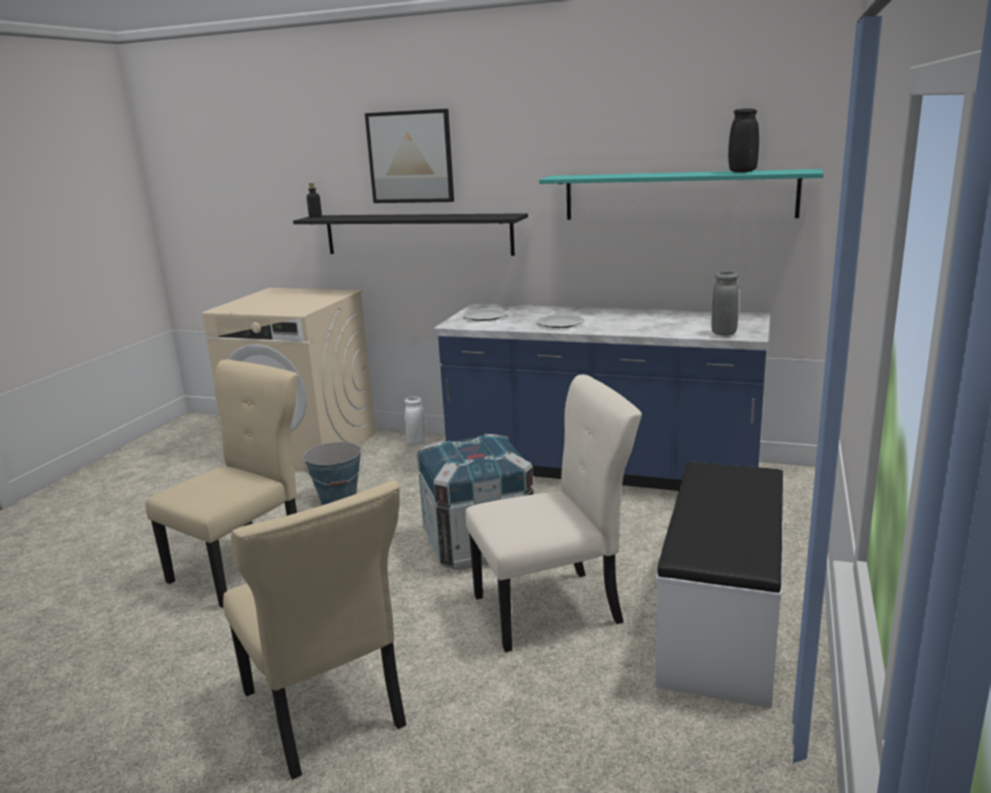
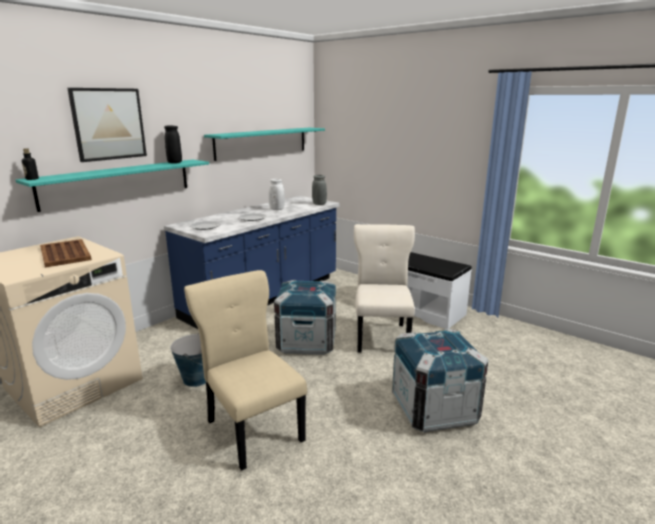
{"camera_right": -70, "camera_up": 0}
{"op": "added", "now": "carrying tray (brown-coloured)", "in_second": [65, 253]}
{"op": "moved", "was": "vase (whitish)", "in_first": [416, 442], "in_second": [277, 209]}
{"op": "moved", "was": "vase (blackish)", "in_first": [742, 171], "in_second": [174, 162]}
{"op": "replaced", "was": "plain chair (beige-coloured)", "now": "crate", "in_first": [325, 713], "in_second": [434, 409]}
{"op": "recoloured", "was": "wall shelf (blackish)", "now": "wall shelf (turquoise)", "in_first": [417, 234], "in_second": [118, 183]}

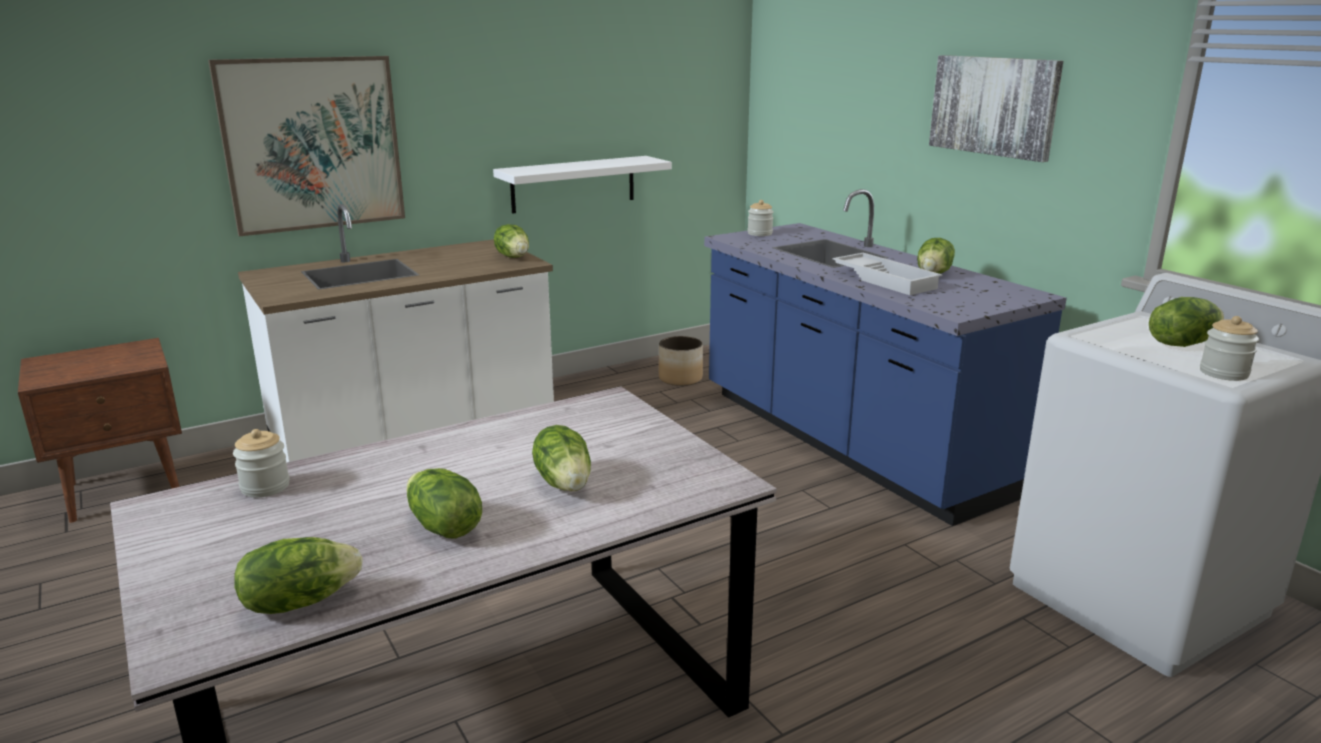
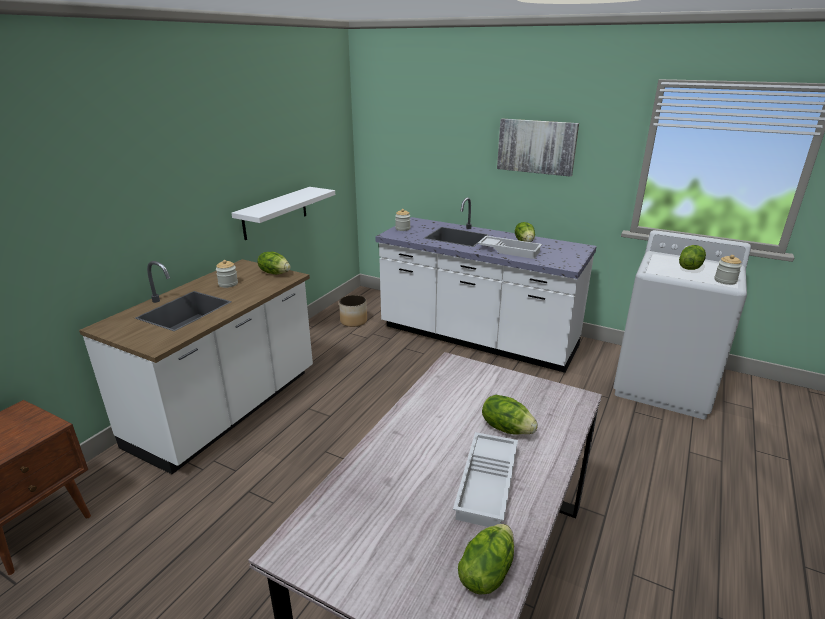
{"camera_right": -30, "camera_up": 5}
{"op": "removed", "was": "picture", "in_first": [313, 144]}
{"op": "moved", "was": "storage jar", "in_first": [265, 487], "in_second": [228, 284]}
{"op": "replaced", "was": "lettuce head", "now": "carrying tray (whitish)", "in_first": [443, 527], "in_second": [488, 484]}
{"op": "recoloured", "was": "kitchen base unit (bluish)", "now": "kitchen base unit (whitish)", "in_first": [848, 442], "in_second": [477, 338]}

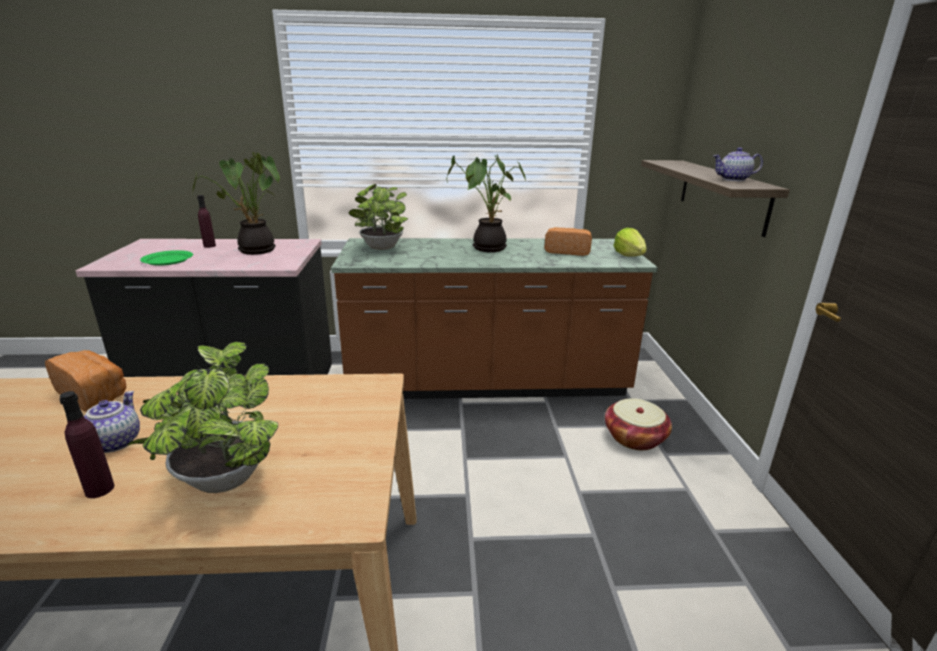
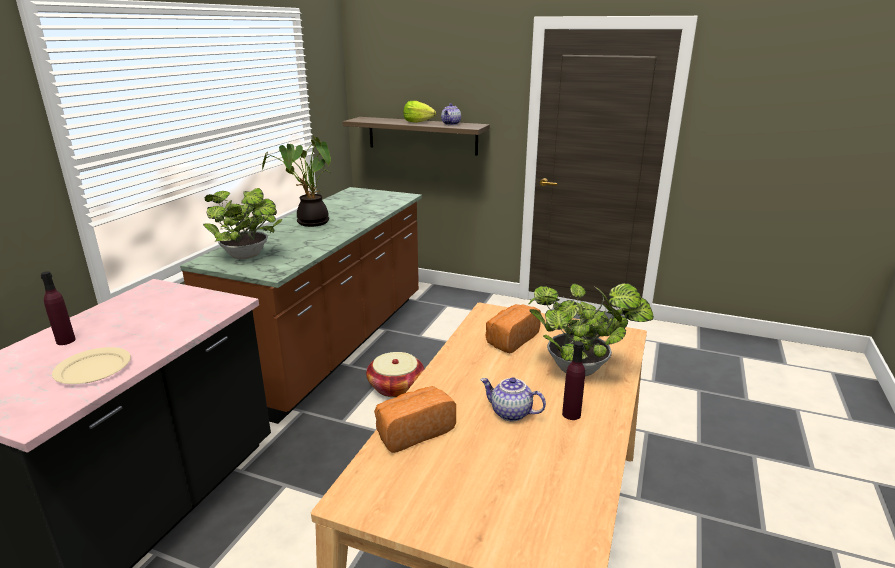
{"camera_right": -65, "camera_up": 0}
{"op": "removed", "was": "plant in a pot", "in_first": [254, 251]}
{"op": "moved", "was": "baked bread", "in_first": [567, 251], "in_second": [510, 339]}
{"op": "moved", "was": "household basket", "in_first": [634, 437], "in_second": [395, 387]}
{"op": "moved", "was": "lettuce head", "in_first": [629, 256], "in_second": [418, 122]}
{"op": "recoloured", "was": "plate (green)", "now": "plate (beige-coloured)", "in_first": [167, 260], "in_second": [92, 369]}

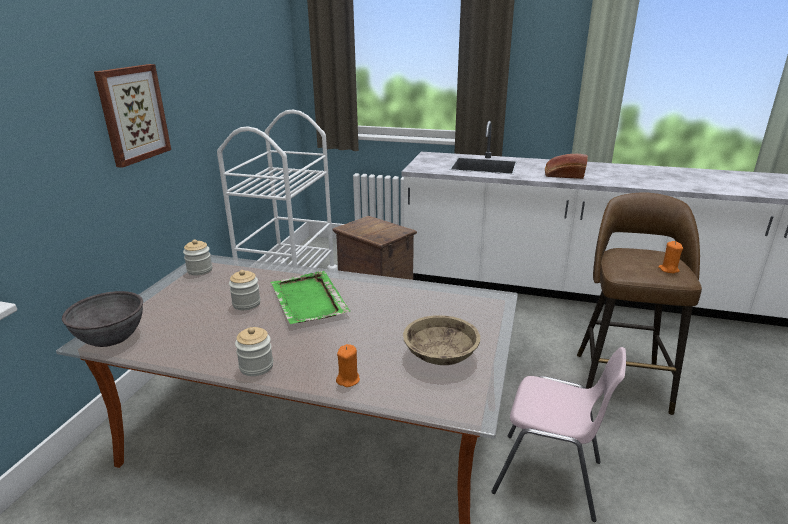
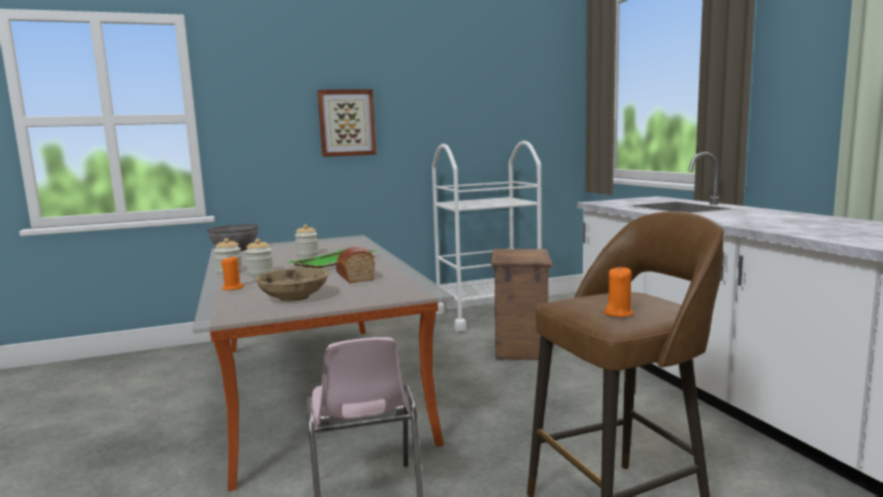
{"camera_right": 55, "camera_up": -15}
{"op": "moved", "was": "storage jar", "in_first": [200, 270], "in_second": [260, 273]}
{"op": "moved", "was": "baked bread", "in_first": [563, 175], "in_second": [354, 276]}

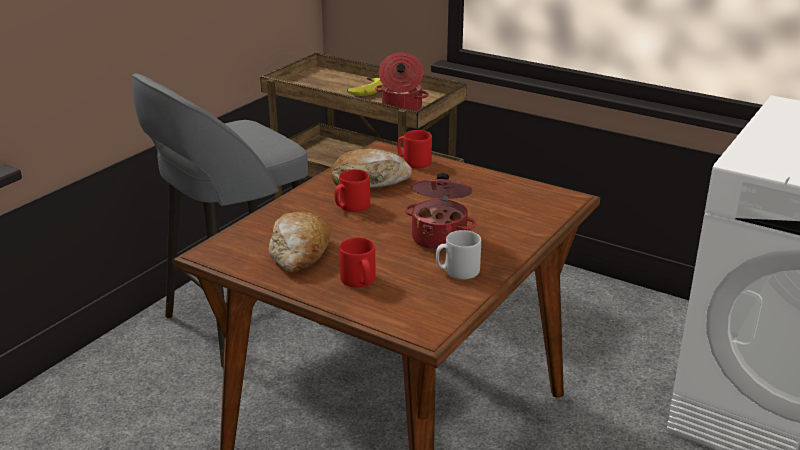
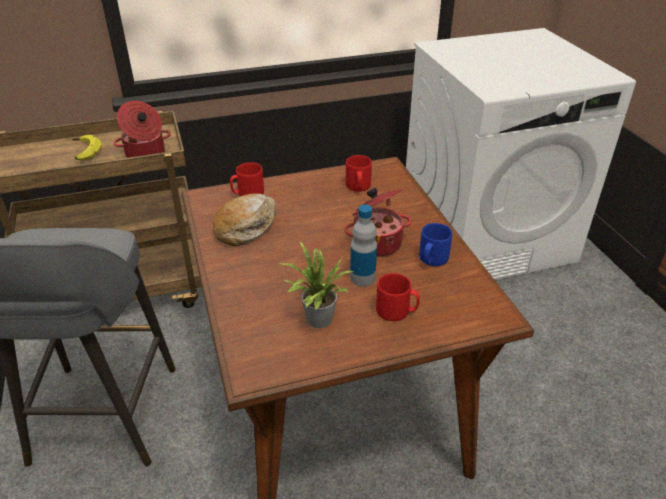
{"camera_right": -50, "camera_up": 10}
{"op": "added", "now": "drink bottle", "in_second": [362, 278]}
{"op": "moved", "was": "coffee mug (reddish)", "in_first": [351, 206], "in_second": [358, 187]}
{"op": "replaced", "was": "baked bread", "now": "plant in a pot", "in_first": [299, 253], "in_second": [316, 320]}
{"op": "recoloured", "was": "coffee mug (gray)", "now": "coffee mug (bluish)", "in_first": [457, 271], "in_second": [432, 259]}

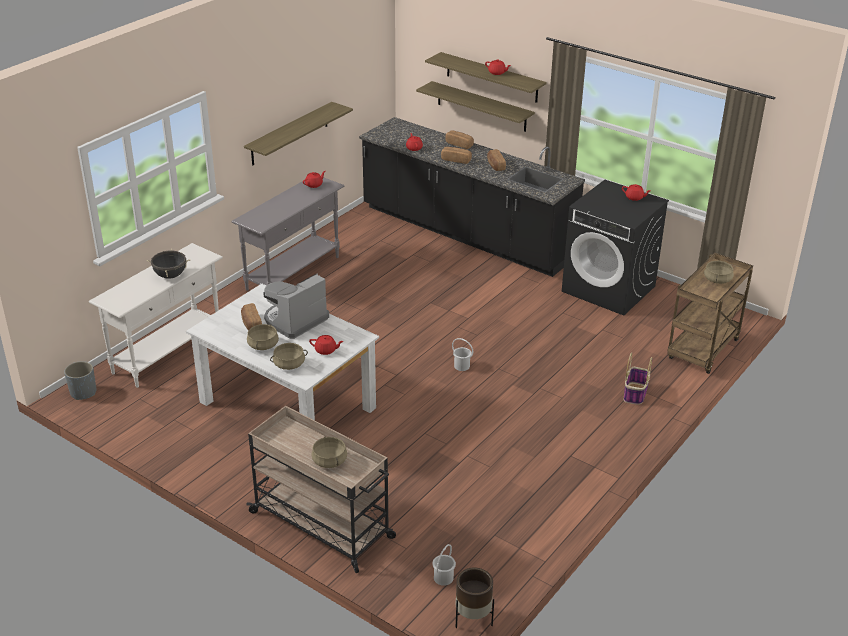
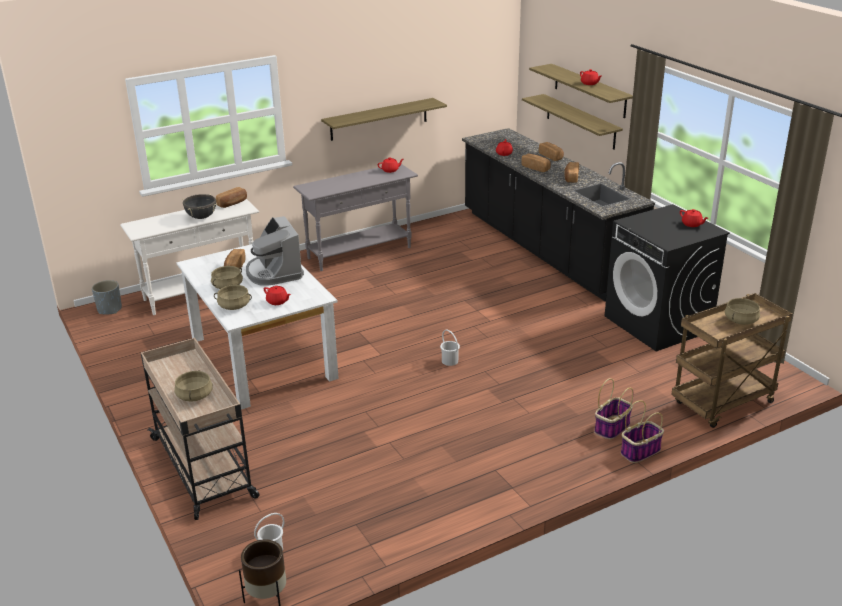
{"camera_right": 25, "camera_up": -5}
{"op": "added", "now": "baked bread", "in_second": [232, 203]}
{"op": "added", "now": "household basket", "in_second": [640, 451]}
{"op": "turned", "was": "coffee maker", "in_first": [295, 320], "in_second": [274, 272], "clockwise": -90}

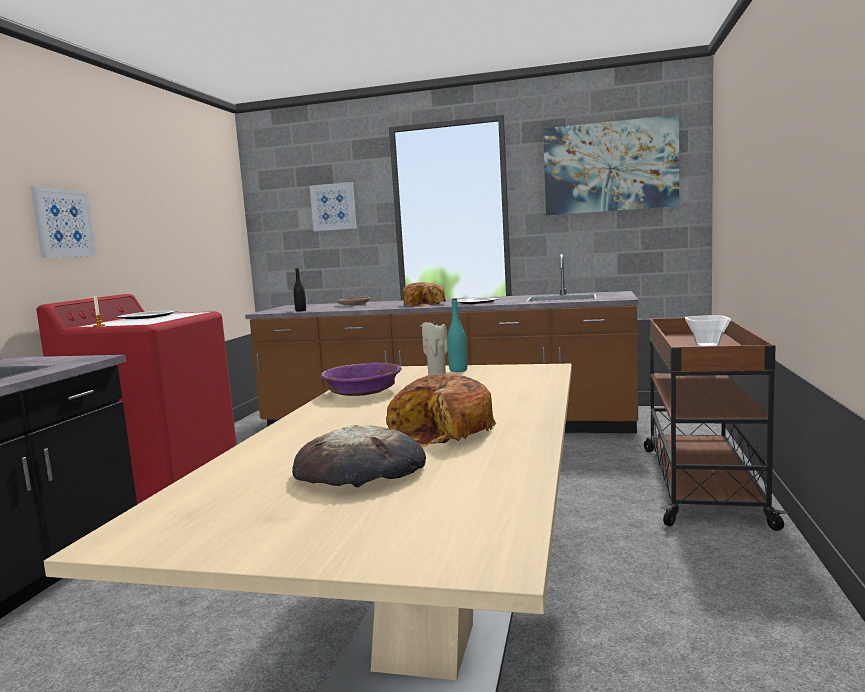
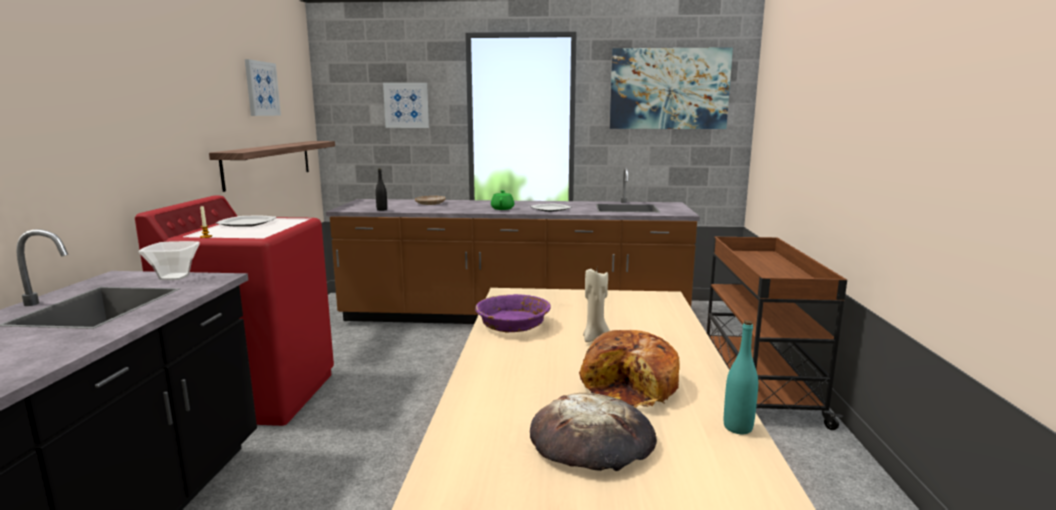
{"camera_right": -10, "camera_up": 5}
{"op": "added", "now": "wall shelf", "in_second": [269, 163]}
{"op": "moved", "was": "picture", "in_first": [63, 223], "in_second": [261, 88]}
{"op": "moved", "was": "drink bottle (turquoise)", "in_first": [458, 370], "in_second": [738, 427]}
{"op": "moved", "was": "deep dish", "in_first": [706, 345], "in_second": [174, 277]}
{"op": "replaced", "was": "baked bread", "now": "teapot (green)", "in_first": [425, 304], "in_second": [502, 208]}

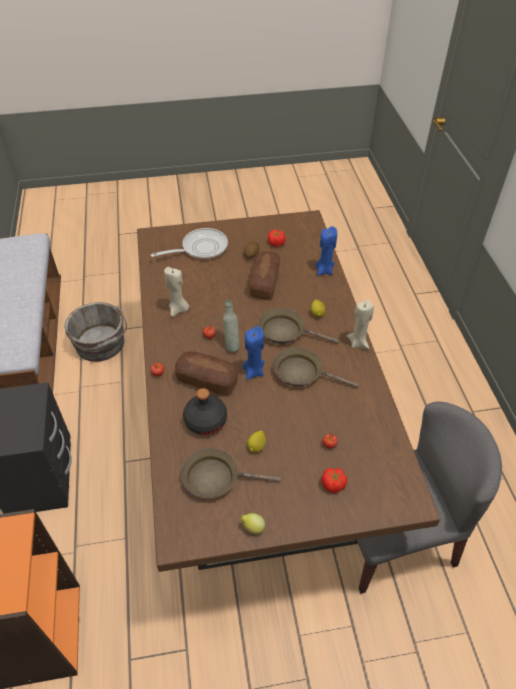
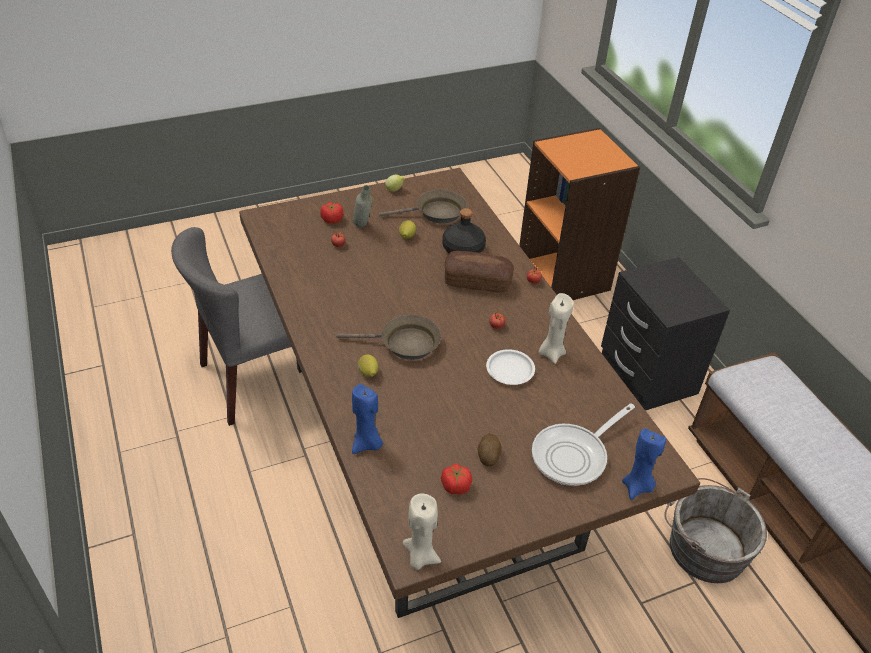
{"camera_right": 165, "camera_up": -5}
{"op": "removed", "was": "baked bread", "in_first": [264, 283]}
{"op": "removed", "was": "pan (brown-coloured)", "in_first": [302, 373]}
{"op": "added", "now": "plate (whitish)", "in_second": [509, 370]}
{"op": "moved", "was": "drink bottle (gray)", "in_first": [231, 345], "in_second": [363, 228]}
{"op": "moved", "was": "wax candle (bluish)", "in_first": [253, 371], "in_second": [637, 487]}
{"op": "moved", "was": "wax candle (beige-coloured)", "in_first": [358, 343], "in_second": [420, 556]}

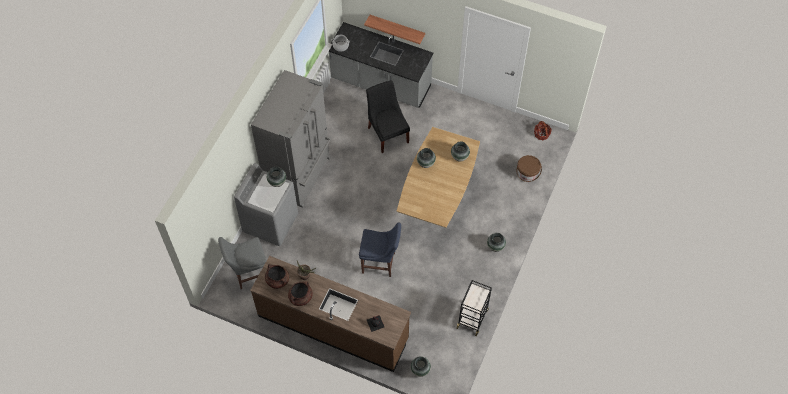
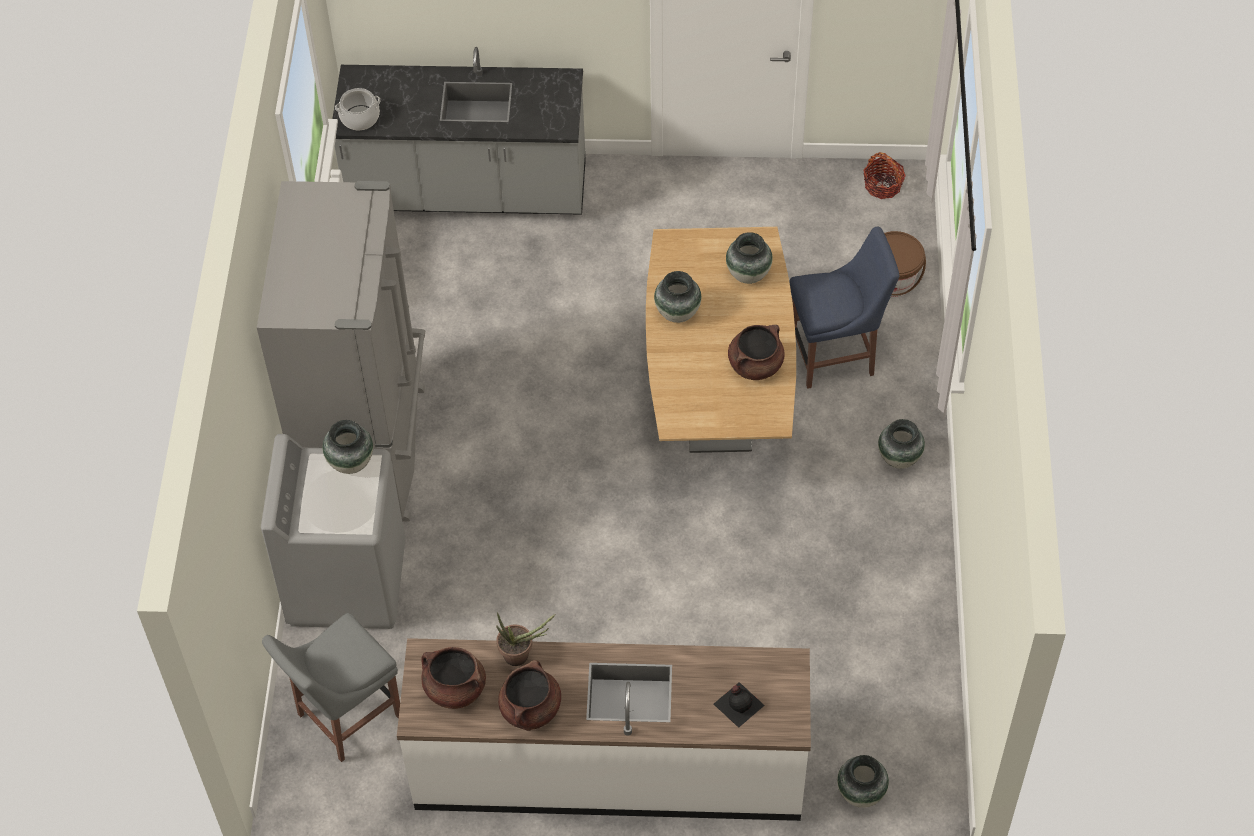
{"camera_right": -20, "camera_up": -5}
{"op": "removed", "was": "wall shelf", "in_first": [397, 28]}
{"op": "removed", "was": "plain chair (blackish)", "in_first": [387, 133]}
{"op": "removed", "was": "trolley (blackish)", "in_first": [472, 318]}
{"op": "added", "now": "stockpot (brown-coloured)", "in_second": [755, 365]}
{"op": "moved", "was": "plain chair (bluish)", "in_first": [380, 263], "in_second": [836, 356]}
{"op": "recoloured", "was": "kitchen base unit (brown-coloured)", "now": "kitchen base unit (whitish)", "in_first": [333, 327], "in_second": [609, 769]}

